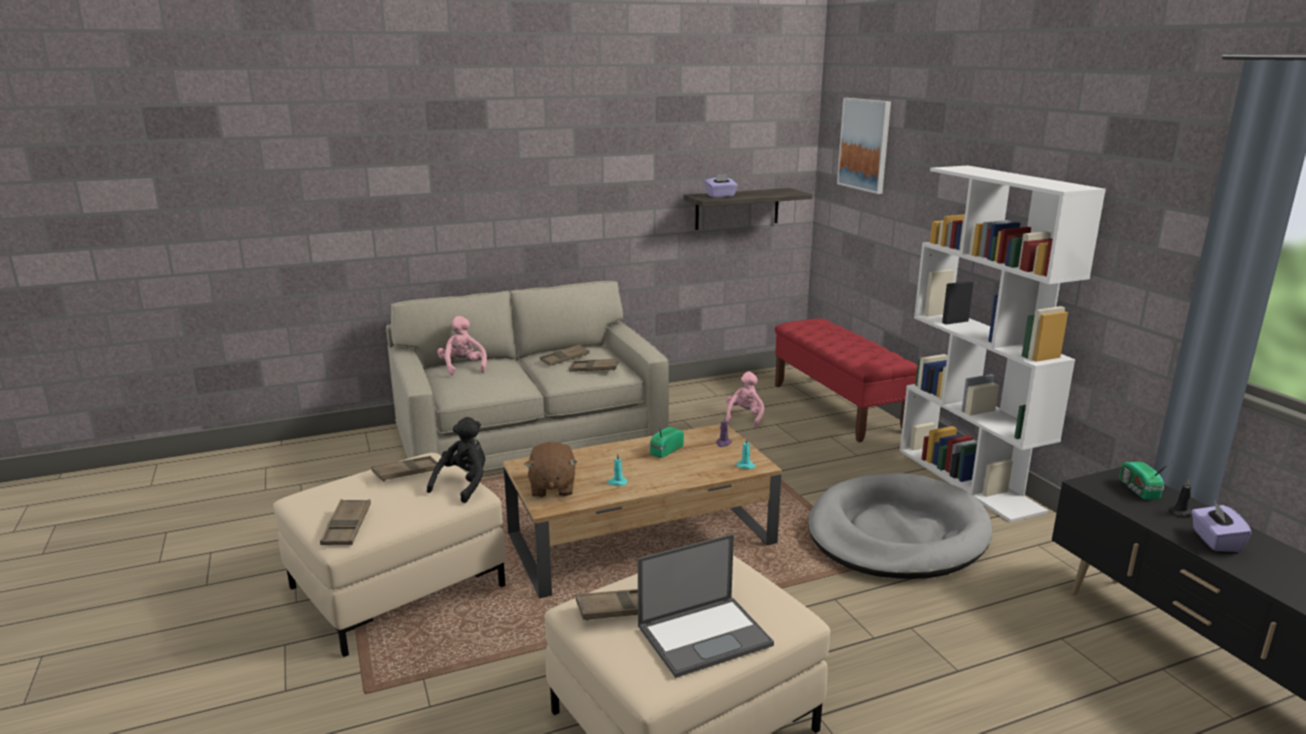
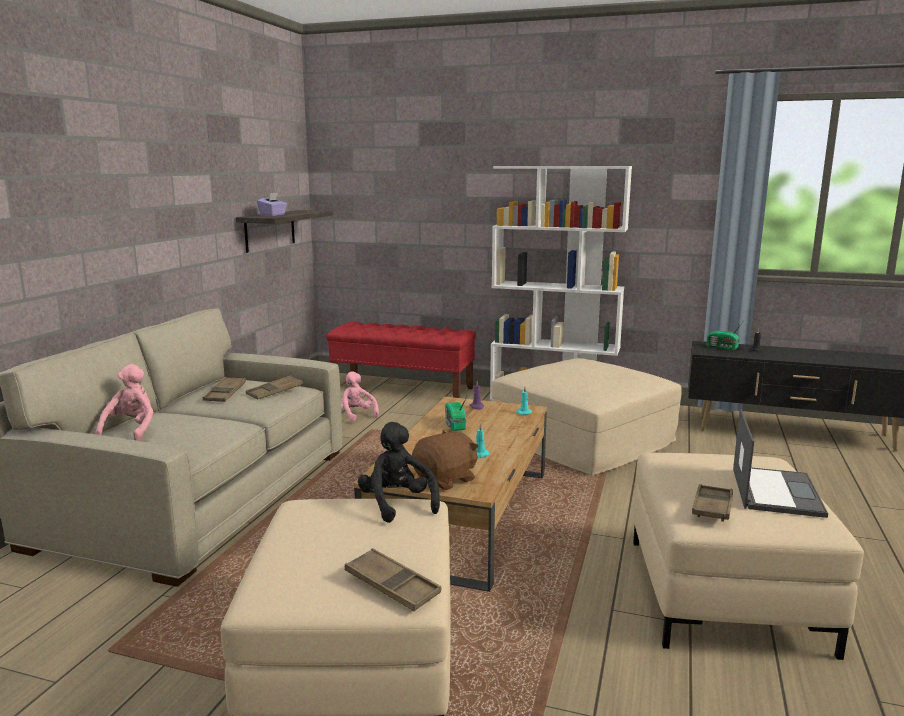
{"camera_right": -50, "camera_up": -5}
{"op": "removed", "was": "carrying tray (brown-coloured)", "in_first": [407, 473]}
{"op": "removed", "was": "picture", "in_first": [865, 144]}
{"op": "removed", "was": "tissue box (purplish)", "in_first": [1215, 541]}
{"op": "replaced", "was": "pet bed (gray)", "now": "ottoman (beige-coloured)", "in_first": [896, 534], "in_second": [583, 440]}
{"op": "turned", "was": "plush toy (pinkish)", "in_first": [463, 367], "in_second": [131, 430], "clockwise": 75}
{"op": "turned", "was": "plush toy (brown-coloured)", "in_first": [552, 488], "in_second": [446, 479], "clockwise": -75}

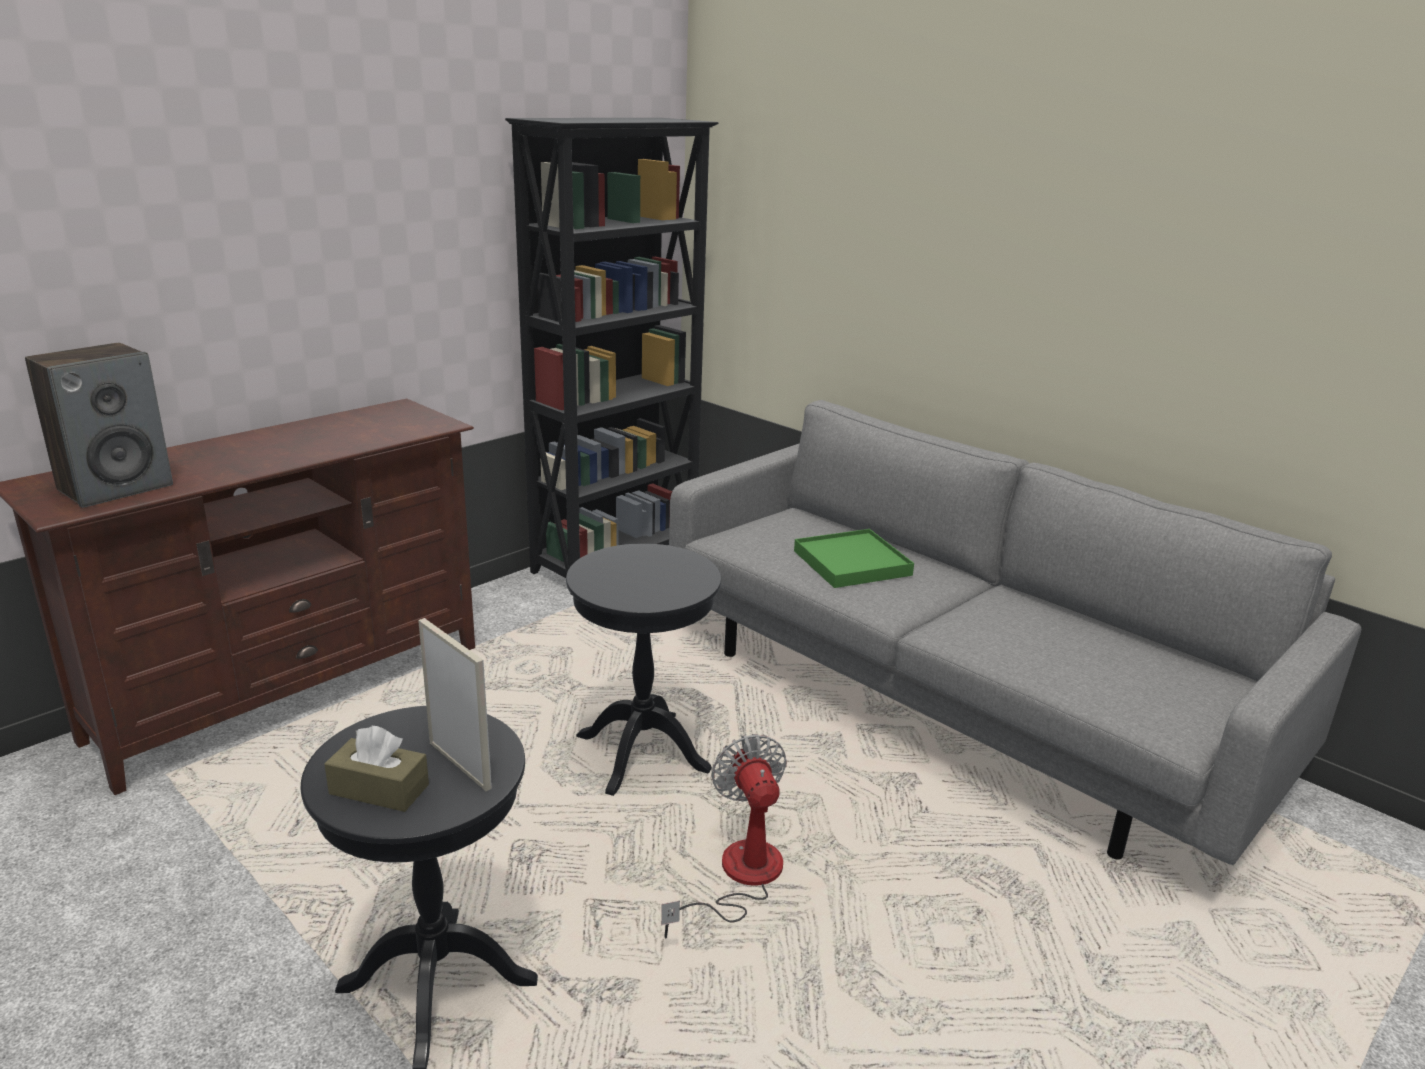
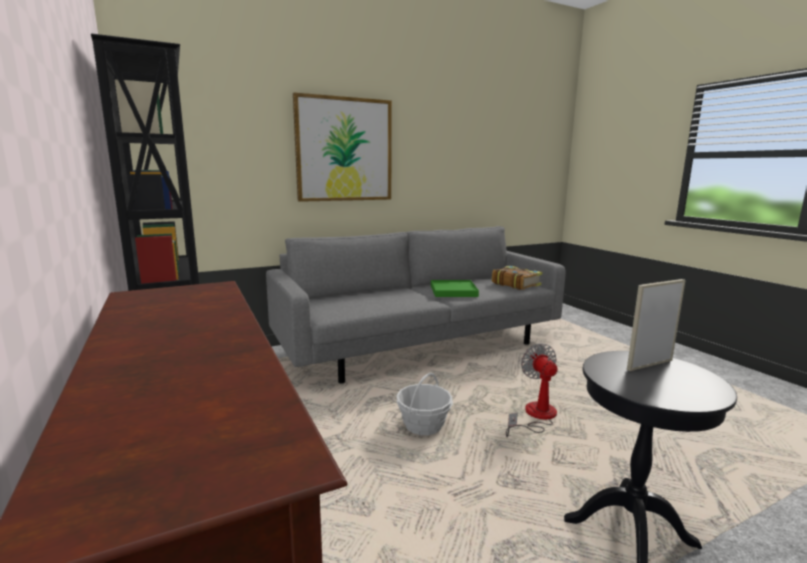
{"camera_right": -70, "camera_up": -10}
{"op": "removed", "was": "audio speaker", "in_first": [116, 487]}
{"op": "removed", "was": "tissue box (brown-coloured)", "in_first": [379, 789]}
{"op": "added", "now": "picture", "in_second": [344, 150]}
{"op": "added", "now": "volume", "in_second": [515, 284]}
{"op": "moved", "was": "carrying tray (green)", "in_first": [852, 563], "in_second": [453, 291]}
{"op": "replaced", "was": "end table (blackish)", "now": "household basket", "in_first": [642, 753], "in_second": [423, 425]}
{"op": "turned", "was": "cooling fan", "in_first": [738, 878], "in_second": [535, 416], "clockwise": 75}

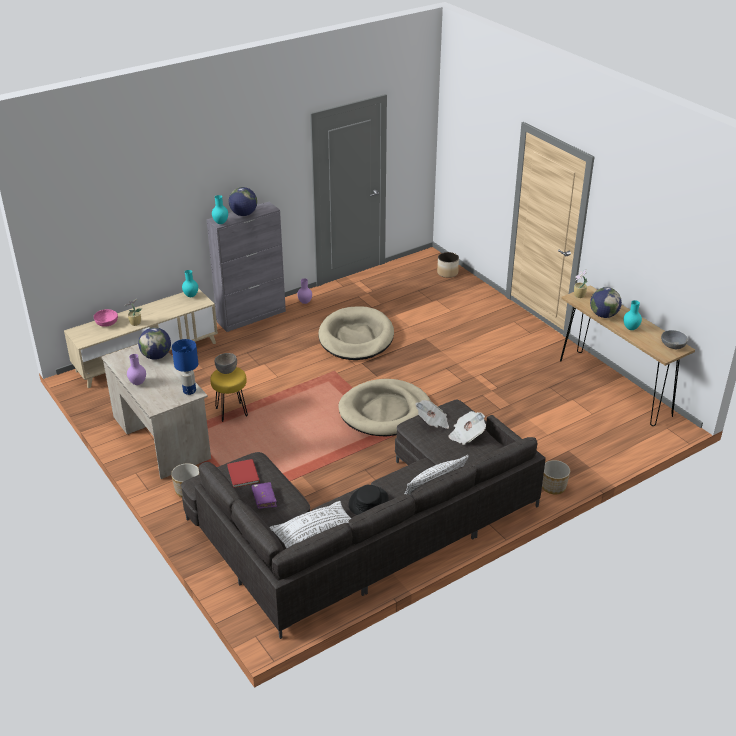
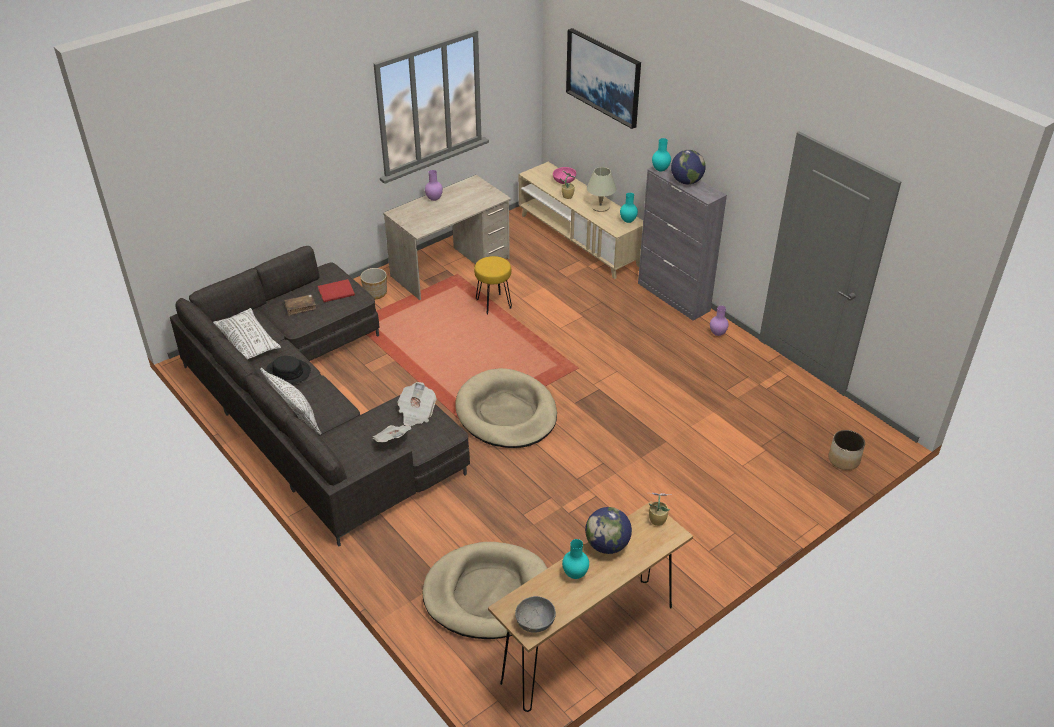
{"camera_right": 85, "camera_up": 5}
{"op": "removed", "was": "world globe", "in_first": [156, 356]}
{"op": "removed", "was": "tabletop lamp (bluish)", "in_first": [190, 391]}
{"op": "removed", "was": "deep dish (gray)", "in_first": [227, 371]}
{"op": "removed", "was": "flower pot", "in_first": [553, 487]}
{"op": "added", "now": "picture", "in_second": [604, 77]}
{"op": "added", "now": "tabletop lamp (beige-coloured)", "in_second": [600, 206]}
{"op": "moved", "was": "pet bed (beige-coloured)", "in_first": [356, 337], "in_second": [488, 594]}
{"op": "recoloured", "was": "volume (purplish)", "now": "volume (brown-coloured)", "in_first": [264, 499], "in_second": [300, 307]}

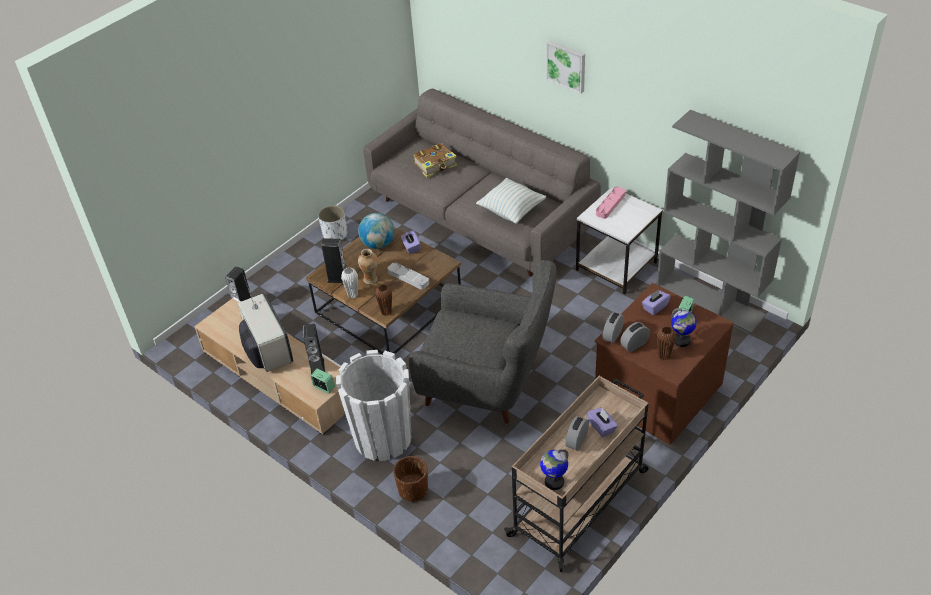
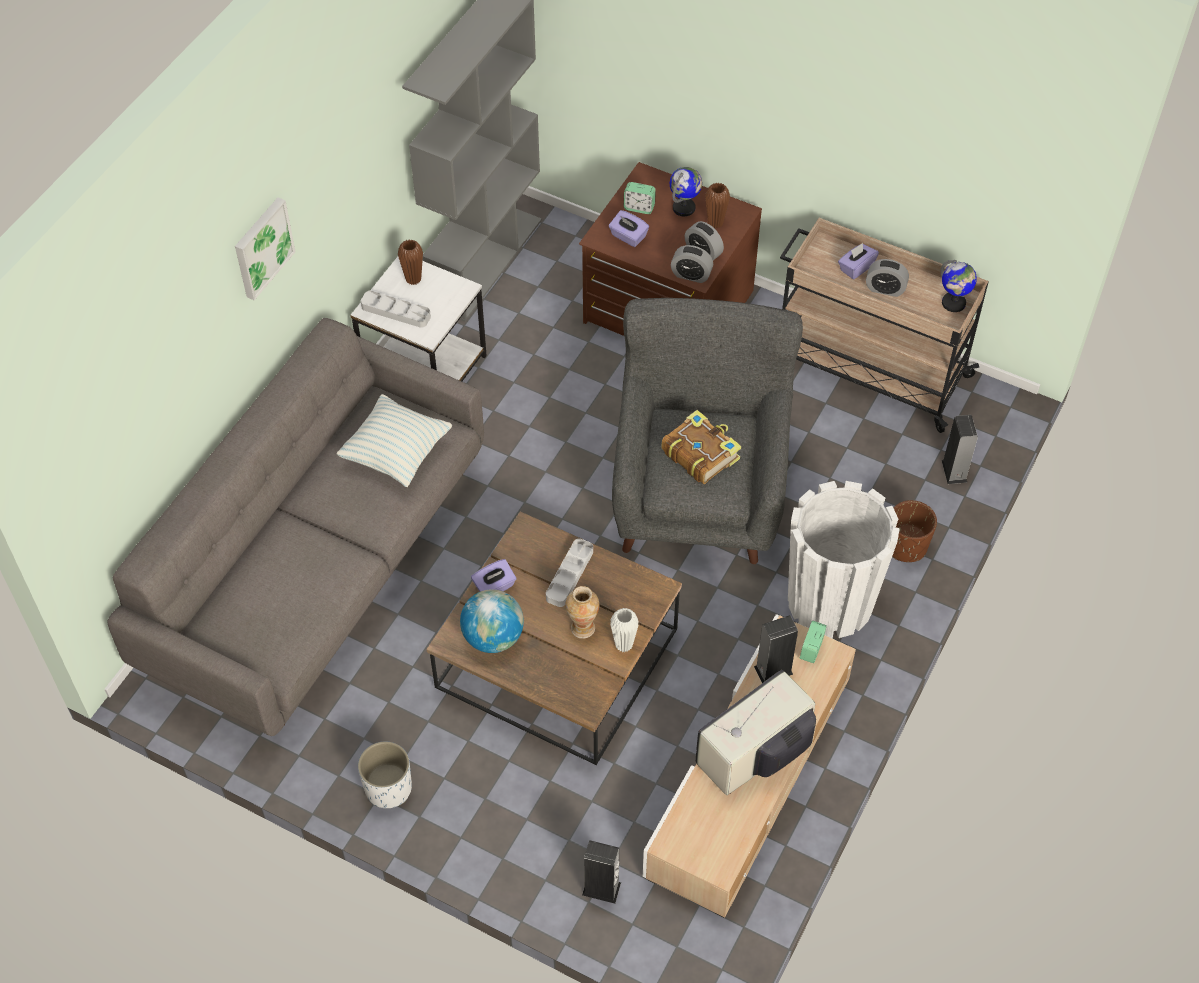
{"camera_right": -105, "camera_up": 10}
{"op": "moved", "was": "audio speaker", "in_first": [337, 278], "in_second": [954, 471]}
{"op": "moved", "was": "vase (brown-coloured)", "in_first": [386, 312], "in_second": [413, 279]}
{"op": "moved", "was": "volume", "in_first": [436, 165], "in_second": [700, 453]}
{"op": "recoloured", "was": "carrying tray (pinkish)", "now": "carrying tray (gray)", "in_first": [610, 204], "in_second": [396, 312]}

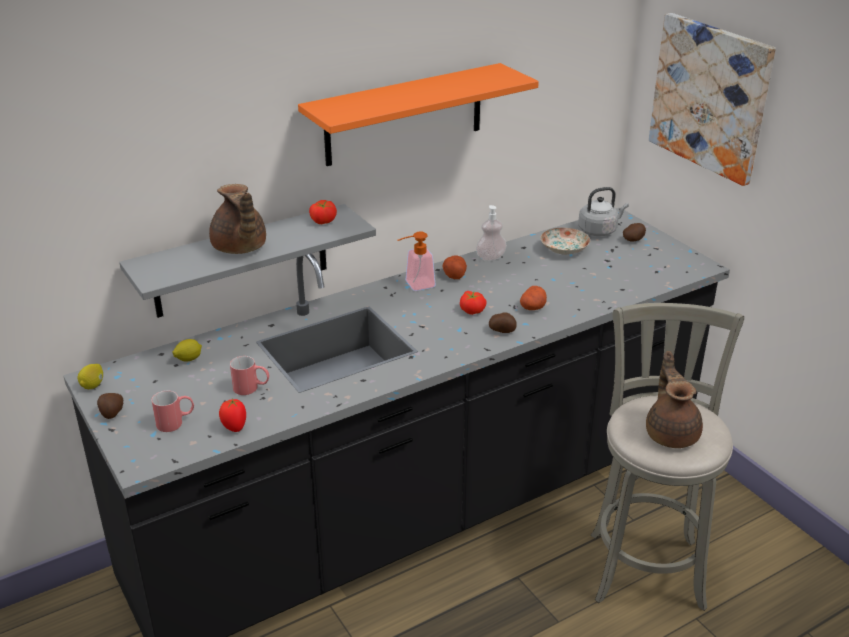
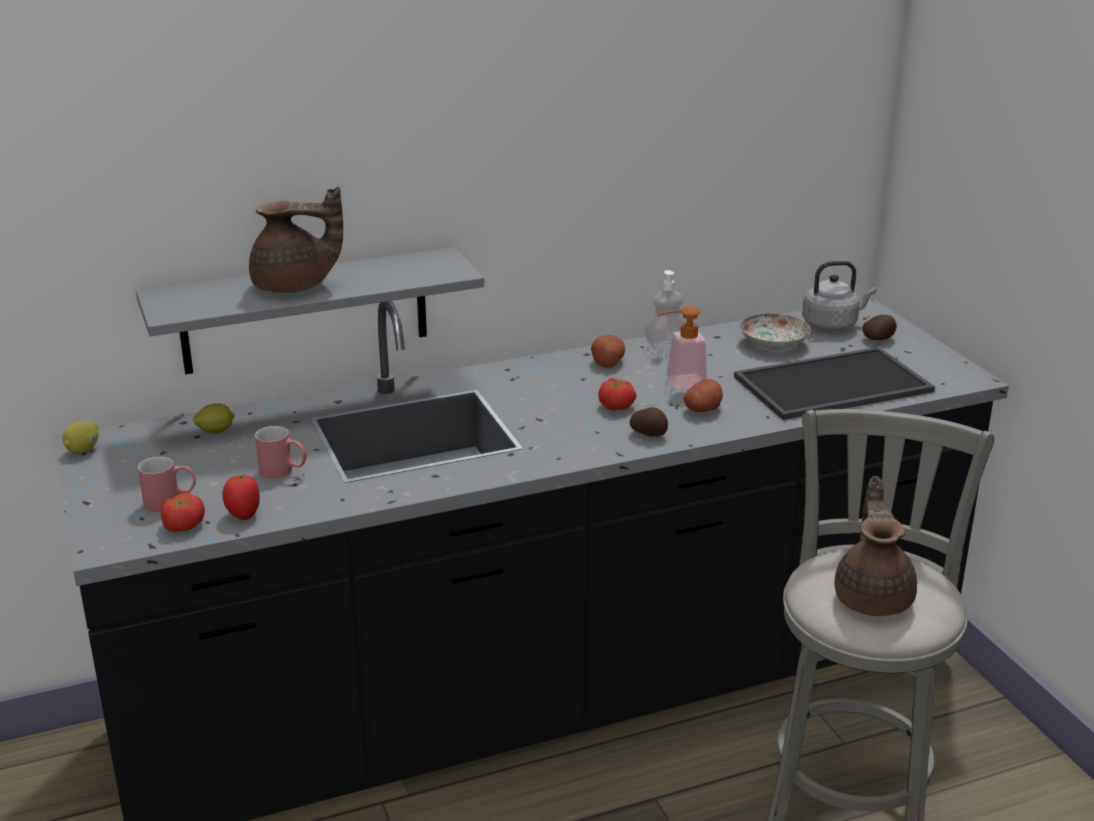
{"camera_right": 10, "camera_up": -5}
{"op": "removed", "was": "whole potato", "in_first": [111, 413]}
{"op": "removed", "was": "wall shelf (orange-coloured)", "in_first": [404, 115]}
{"op": "removed", "was": "picture", "in_first": [710, 97]}
{"op": "added", "now": "carrying tray", "in_second": [832, 385]}
{"op": "moved", "was": "whole tomato", "in_first": [322, 220], "in_second": [182, 525]}
{"op": "moved", "was": "soap bottle", "in_first": [415, 285], "in_second": [678, 384]}
{"op": "turned", "was": "teapot (brown-coloured)", "in_first": [239, 248], "in_second": [294, 287], "clockwise": -75}

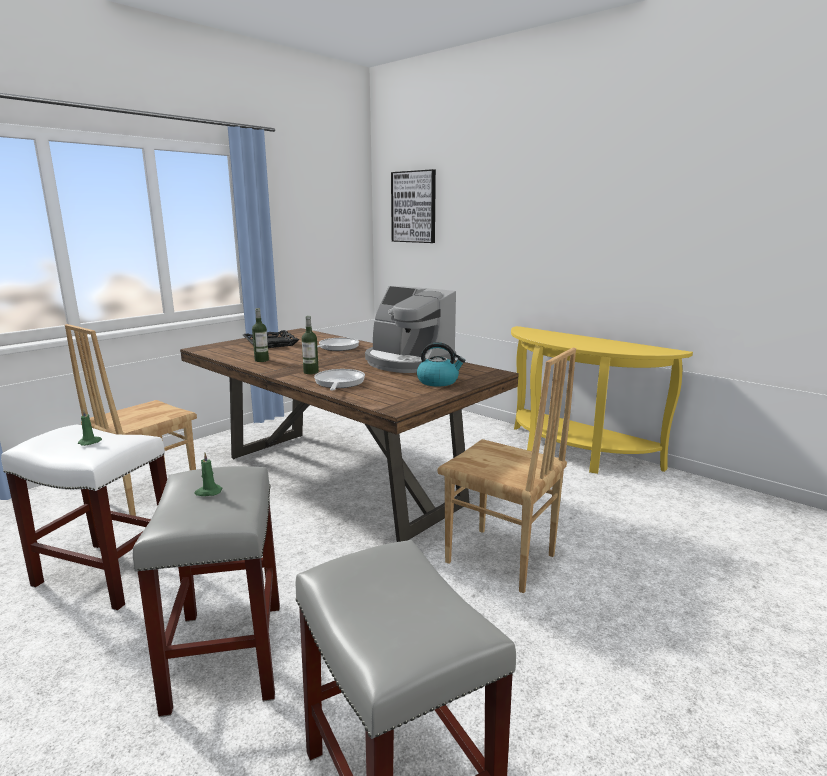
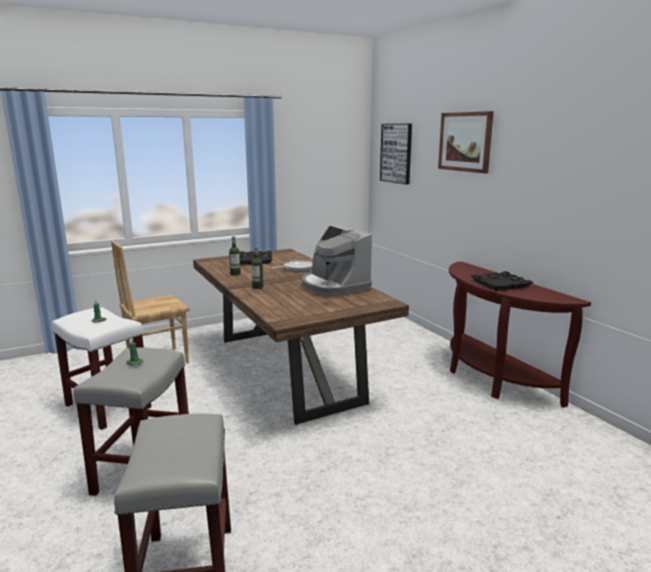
{"camera_right": 20, "camera_up": 0}
{"op": "removed", "was": "pan", "in_first": [339, 383]}
{"op": "removed", "was": "kettle", "in_first": [438, 381]}
{"op": "removed", "was": "plain chair (brown-coloured)", "in_first": [500, 560]}
{"op": "added", "now": "picture", "in_second": [465, 142]}
{"op": "added", "now": "carrying tray (blackish)", "in_second": [500, 284]}
{"op": "recoloured", "was": "narrow table (yellowish)", "now": "narrow table (brown-coloured)", "in_first": [574, 453], "in_second": [491, 378]}

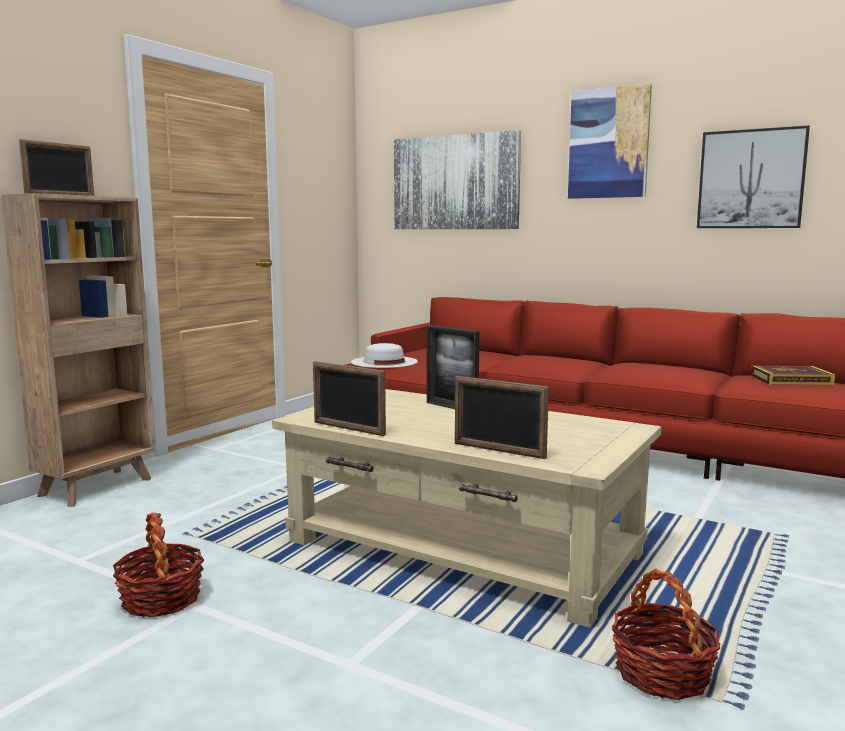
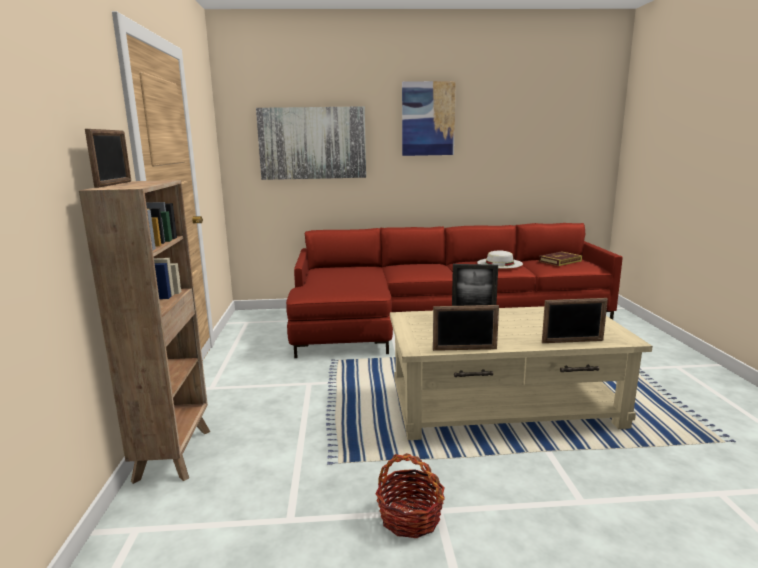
{"camera_right": -35, "camera_up": 5}
{"op": "removed", "was": "household basket", "in_first": [661, 673]}
{"op": "removed", "was": "picture", "in_first": [751, 179]}
{"op": "moved", "was": "hat (whitish)", "in_first": [384, 362], "in_second": [499, 263]}

